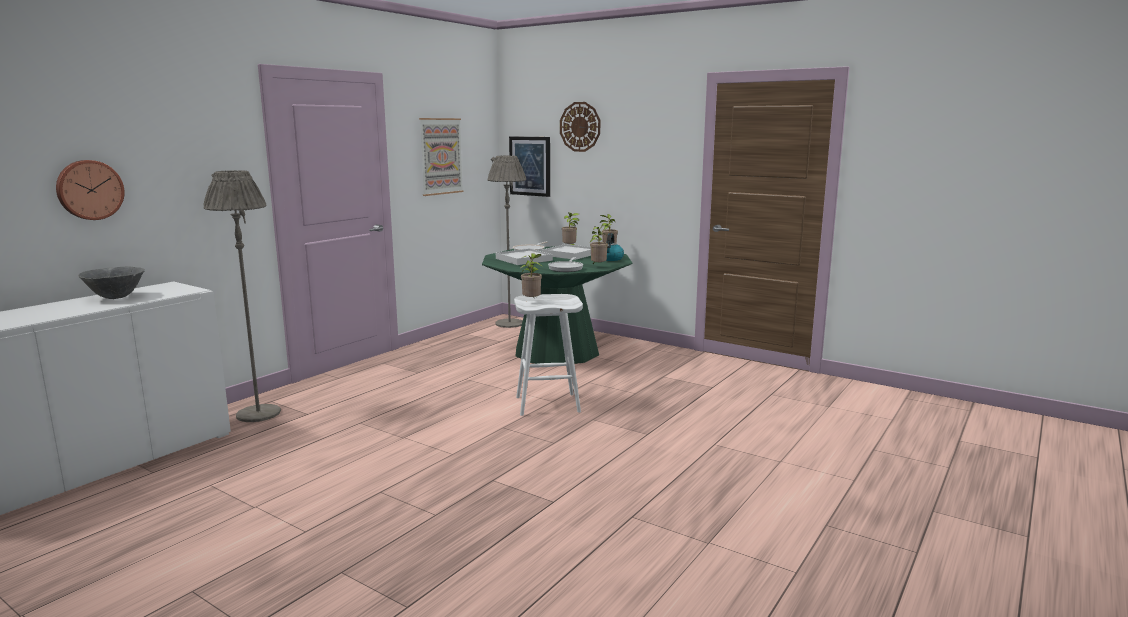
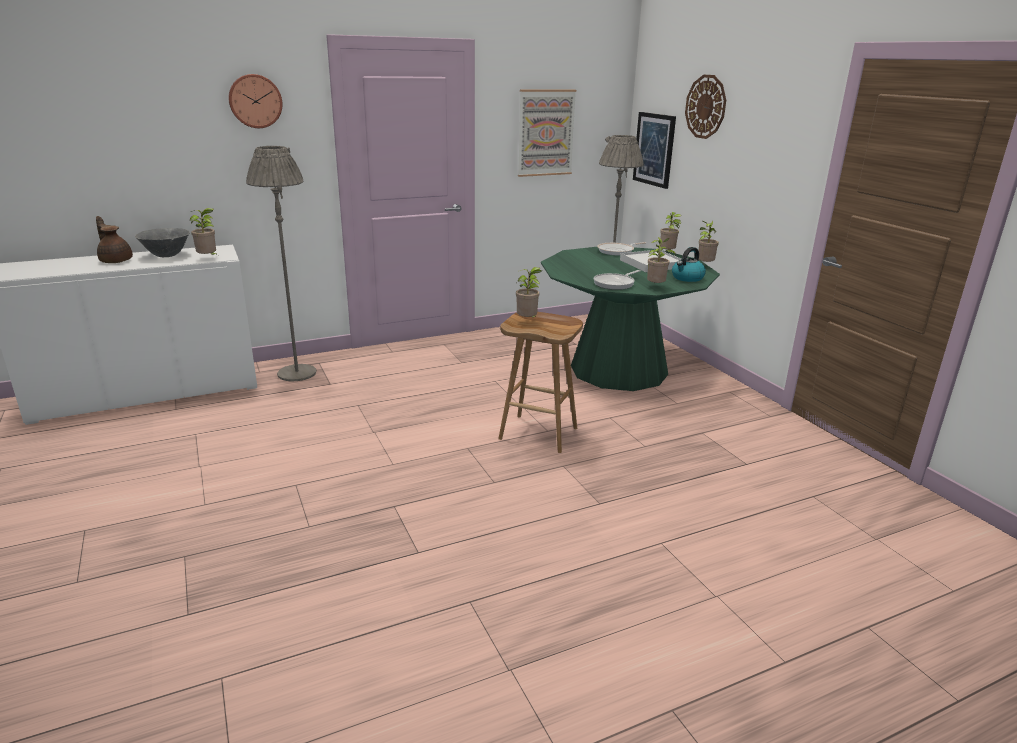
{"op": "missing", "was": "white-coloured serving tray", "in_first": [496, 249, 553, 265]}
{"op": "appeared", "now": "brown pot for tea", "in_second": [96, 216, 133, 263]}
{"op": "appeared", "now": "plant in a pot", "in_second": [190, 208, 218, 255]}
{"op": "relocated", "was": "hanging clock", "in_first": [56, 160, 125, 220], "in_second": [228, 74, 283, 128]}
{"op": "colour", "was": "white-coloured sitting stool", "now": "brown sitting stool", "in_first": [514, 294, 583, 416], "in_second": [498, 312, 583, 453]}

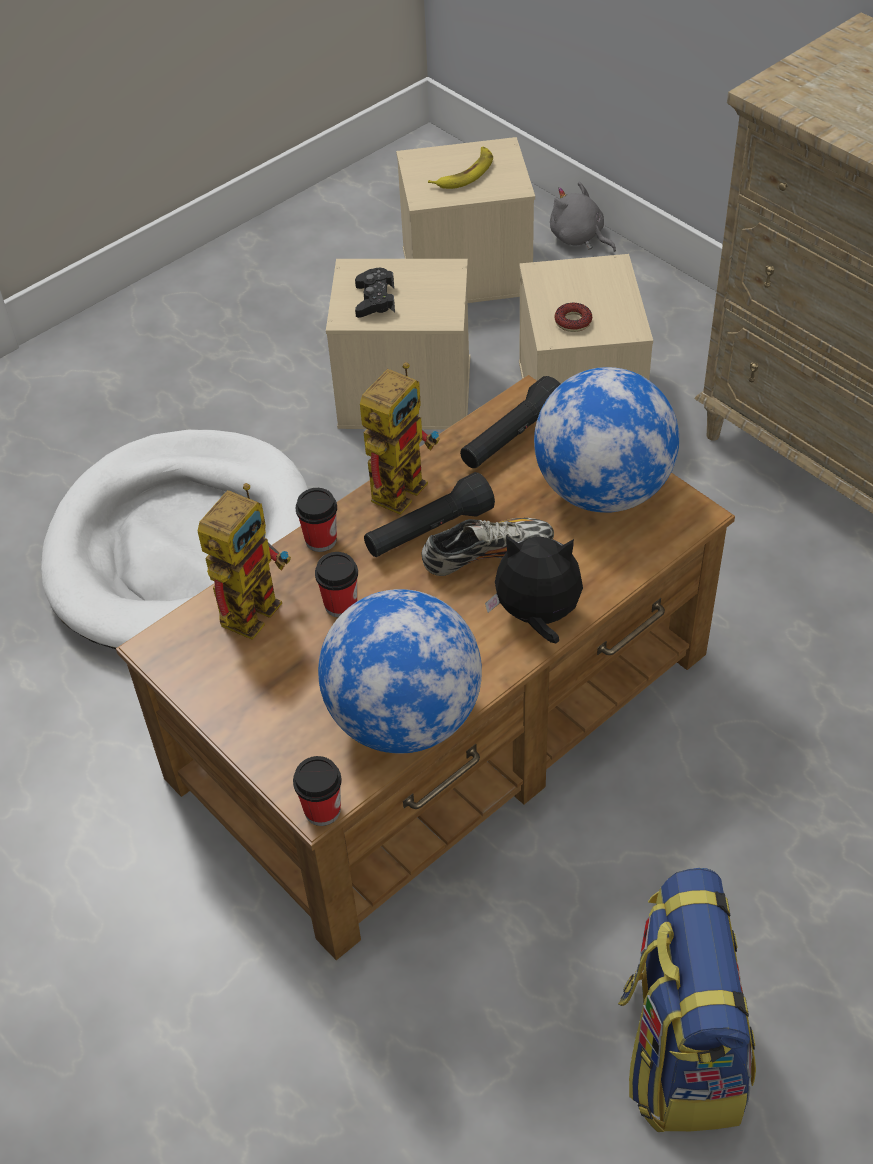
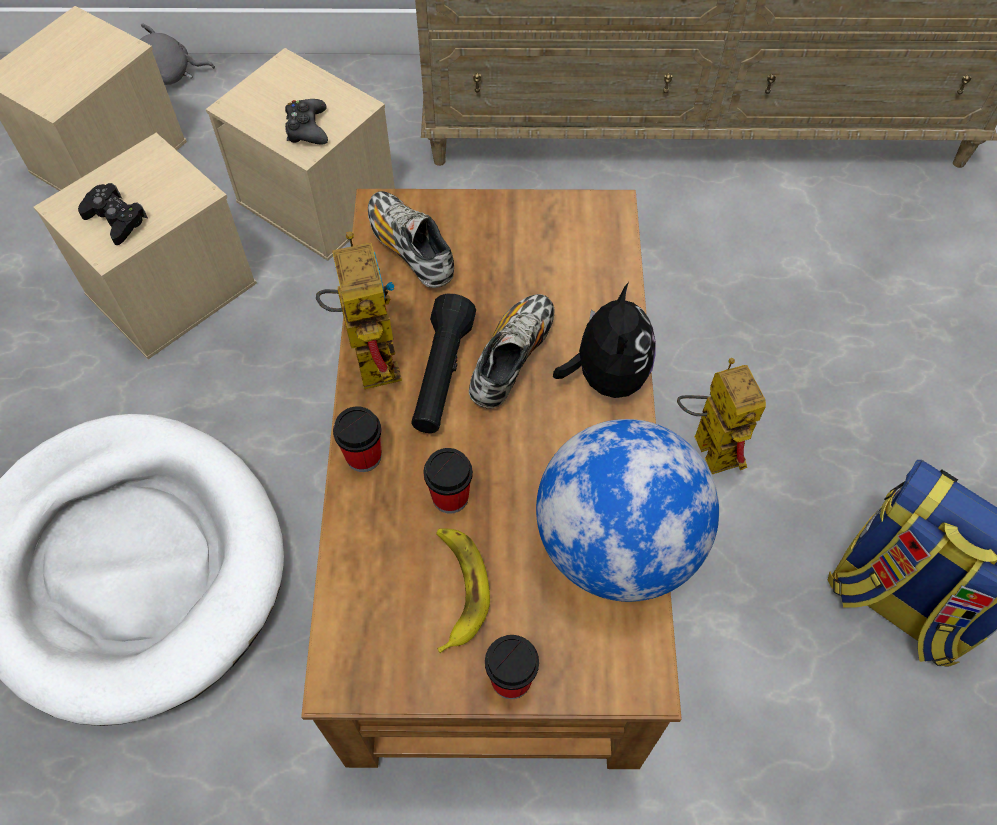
{"op": "missing", "was": "globe", "in_first": [534, 367, 679, 513]}
{"op": "relocated", "was": "robot figure", "in_first": [198, 483, 291, 640], "in_second": [677, 358, 766, 474]}
{"op": "relocated", "was": "drinking cup", "in_first": [293, 756, 342, 826], "in_second": [485, 635, 539, 699]}
{"op": "relocated", "was": "whole banana", "in_first": [428, 146, 493, 189], "in_second": [436, 528, 490, 653]}
{"op": "exchanged", "was": "black flashlight", "now": "low shoe", "in_first": [460, 376, 561, 468], "in_second": [368, 191, 454, 288]}
{"op": "exchanged", "was": "ring doughnut", "now": "black game controller", "in_first": [555, 303, 592, 332], "in_second": [285, 99, 328, 145]}
{"op": "spun", "was": "soft toy", "in_first": [485, 535, 583, 643], "in_second": [553, 282, 656, 398], "clockwise": 135}

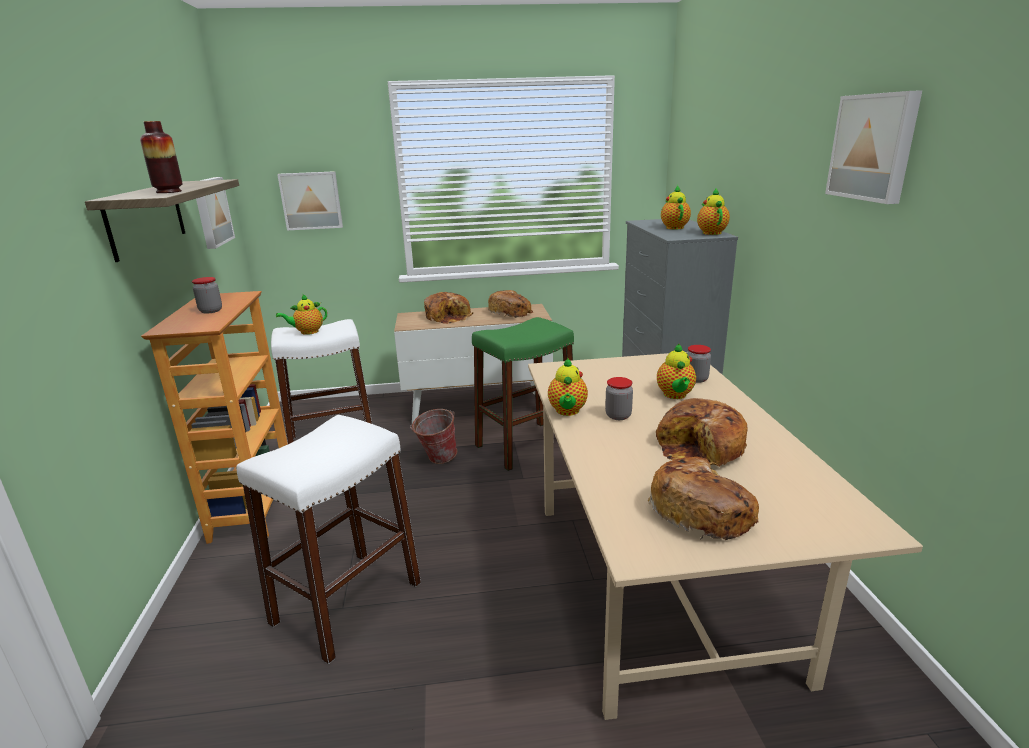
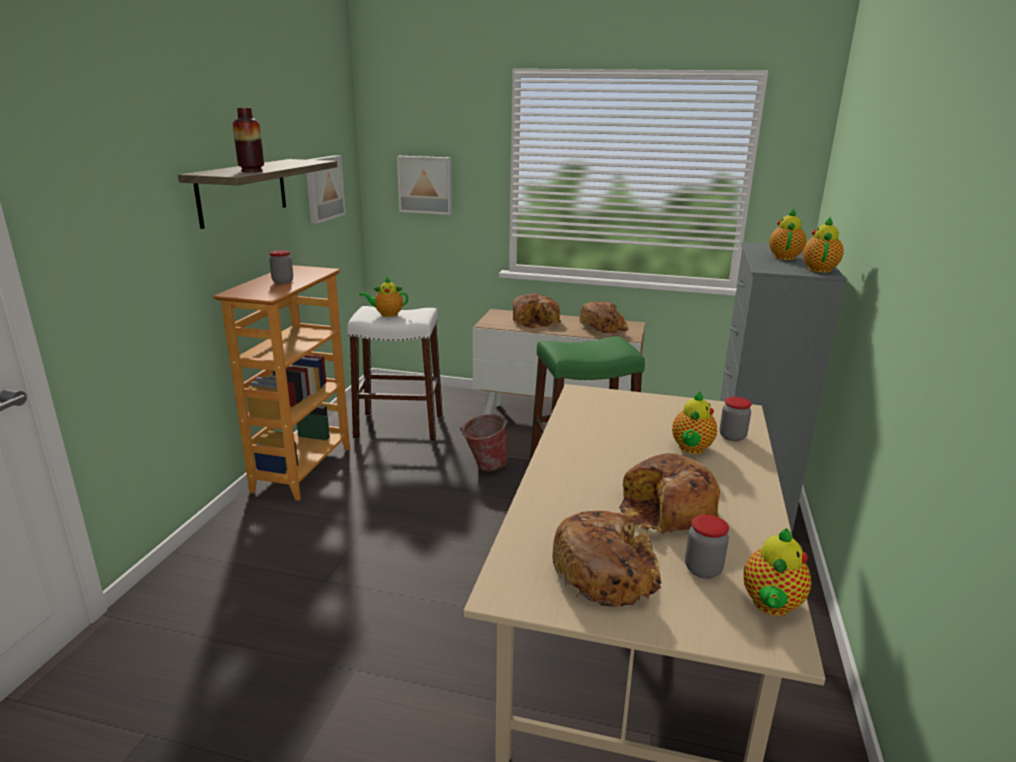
{"op": "missing", "was": "white-coloured sitting stool", "in_first": [237, 415, 421, 664]}
{"op": "missing", "was": "picture", "in_first": [825, 90, 922, 204]}
{"op": "relocated", "was": "pot for tea", "in_first": [548, 358, 588, 416], "in_second": [744, 528, 811, 616]}
{"op": "relocated", "was": "storage jar", "in_first": [605, 377, 633, 420], "in_second": [685, 515, 729, 579]}

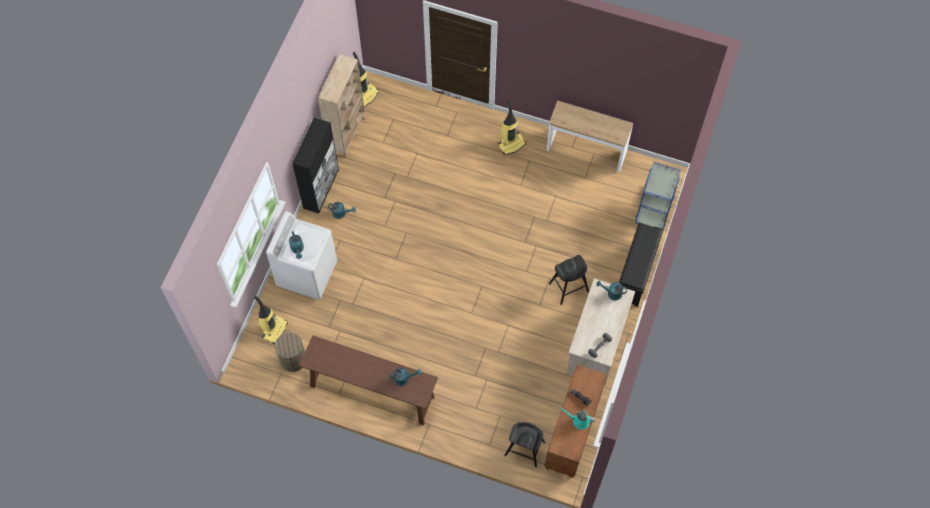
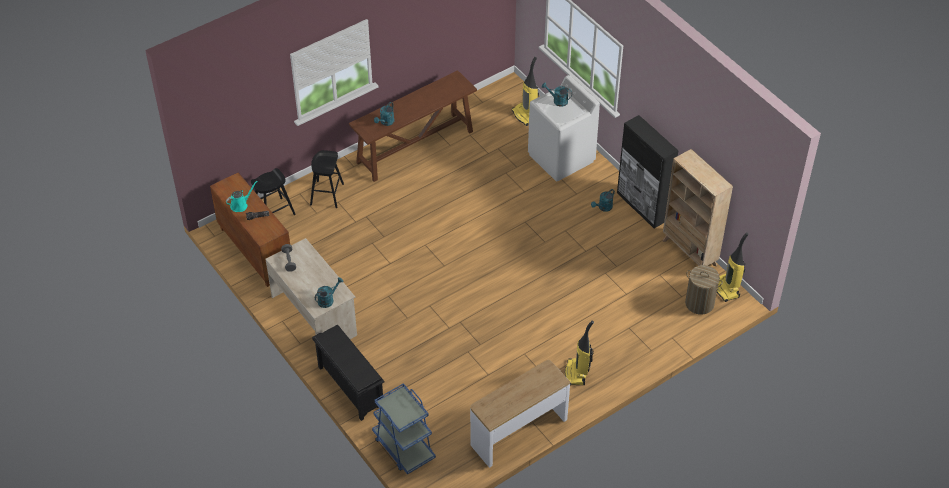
{"op": "relocated", "was": "laundry basket", "in_first": [275, 330, 305, 372], "in_second": [685, 265, 723, 315]}
{"op": "relocated", "was": "black sitting stool", "in_first": [549, 255, 589, 305], "in_second": [310, 150, 344, 208]}

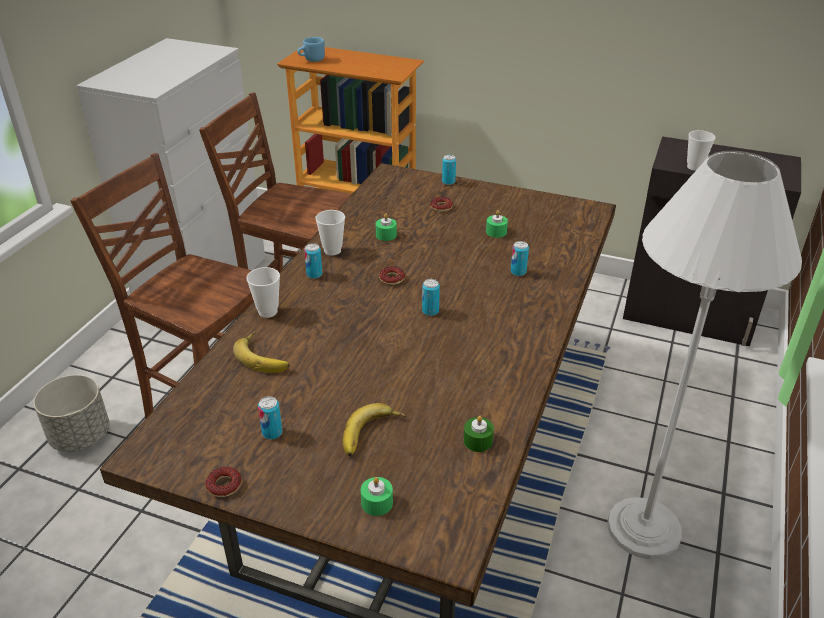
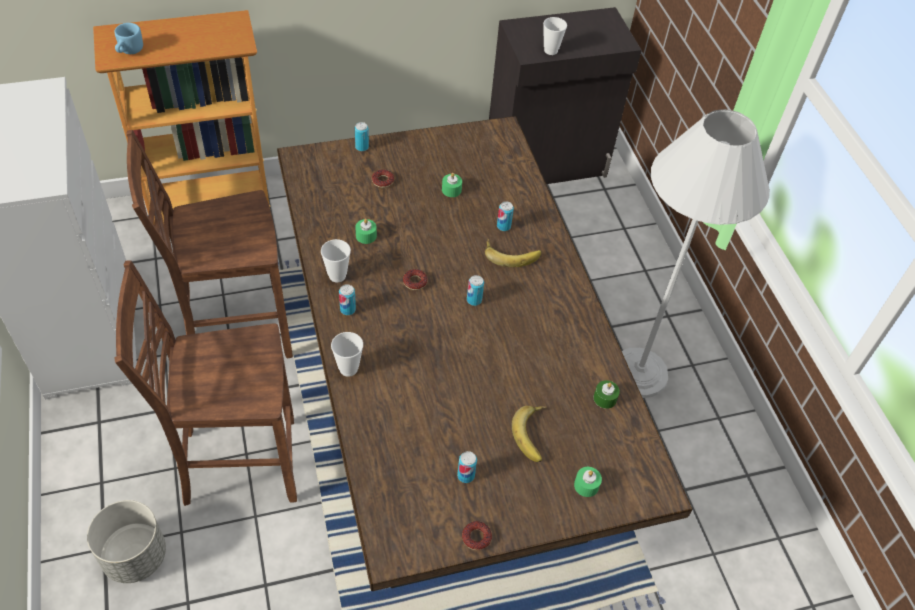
{"op": "relocated", "was": "whole banana", "in_first": [233, 331, 290, 373], "in_second": [485, 239, 541, 267]}

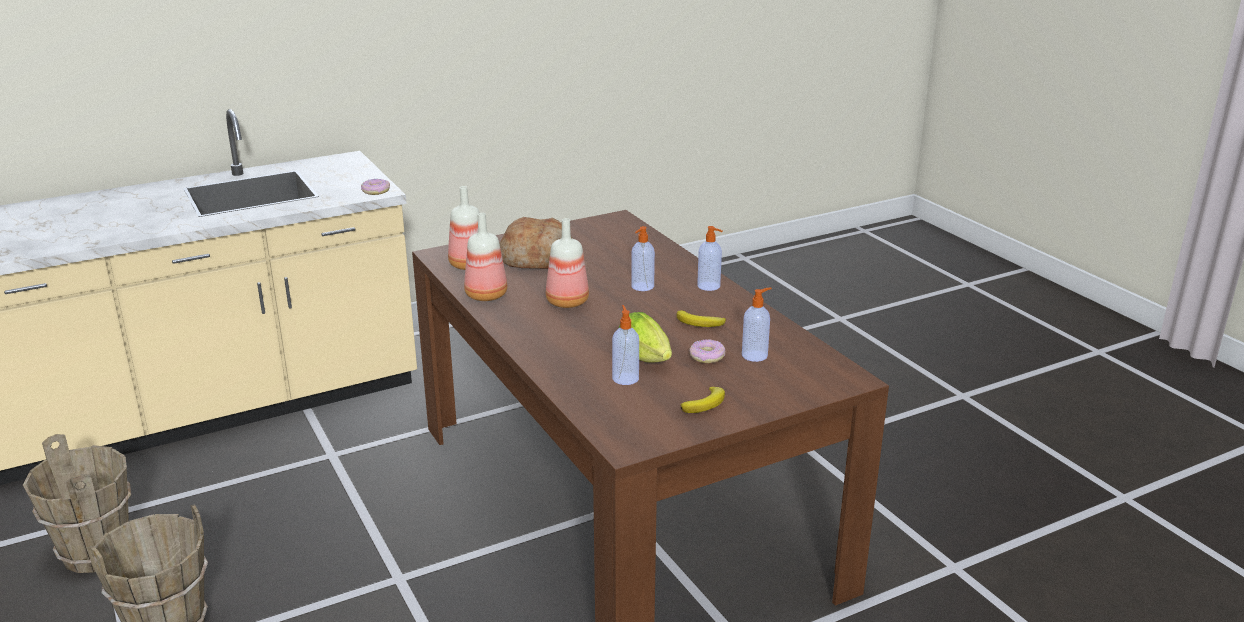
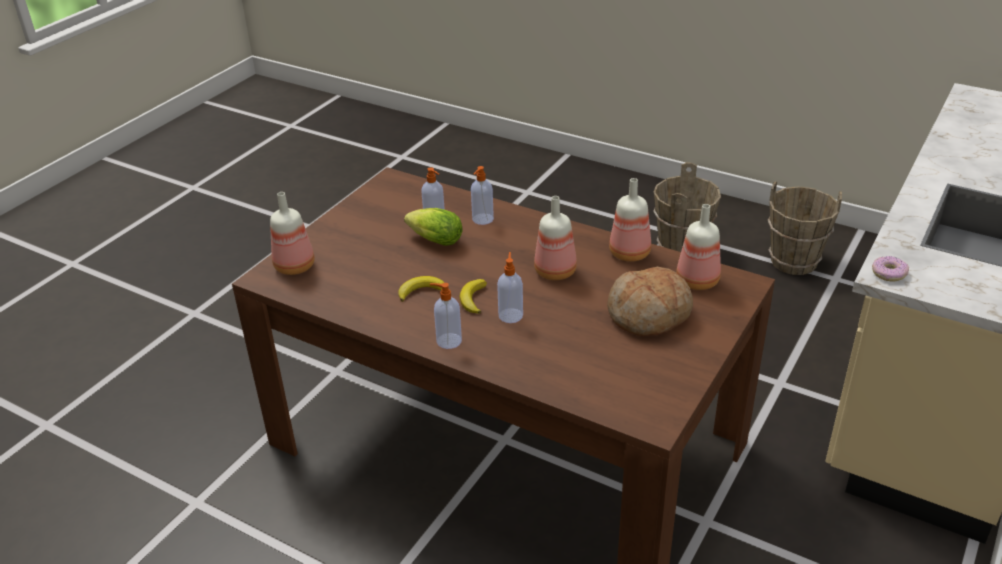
{"op": "missing", "was": "ring doughnut", "in_first": [689, 339, 725, 363]}
{"op": "appeared", "now": "bottle", "in_second": [270, 192, 315, 275]}
{"op": "relocated", "was": "whole banana", "in_first": [681, 387, 725, 413], "in_second": [460, 279, 487, 314]}
{"op": "relocated", "was": "soap dispenser", "in_first": [742, 287, 772, 362], "in_second": [471, 166, 494, 225]}

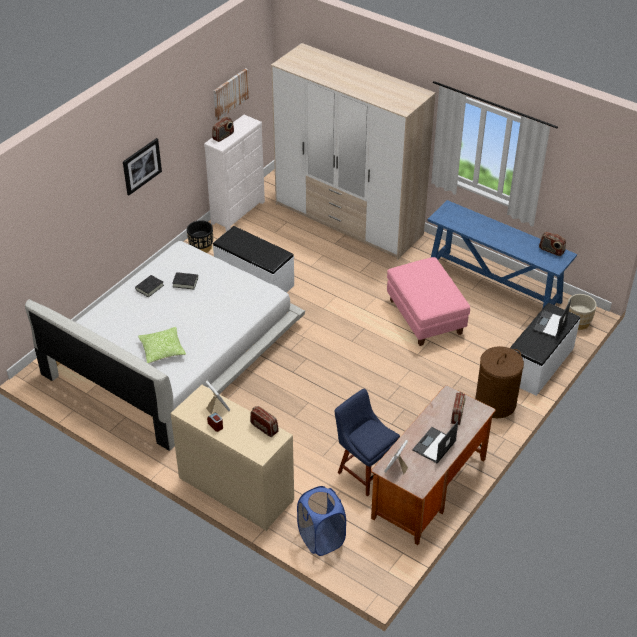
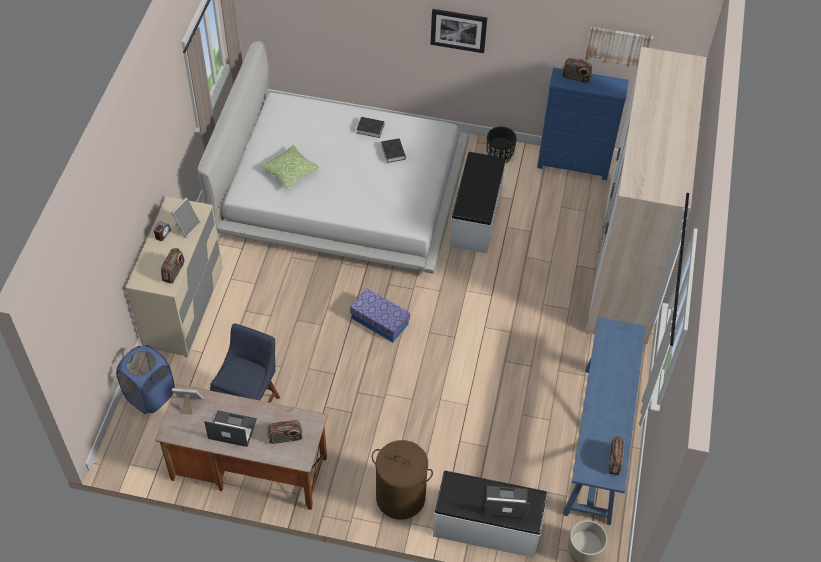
{"op": "missing", "was": "pinkish ottoman", "in_first": [387, 257, 470, 346]}
{"op": "appeared", "now": "storage container", "in_second": [350, 288, 410, 342]}
{"op": "colour", "was": "white-coloured drawer chest", "now": "blue drawer chest", "in_first": [204, 115, 265, 231], "in_second": [537, 67, 629, 180]}

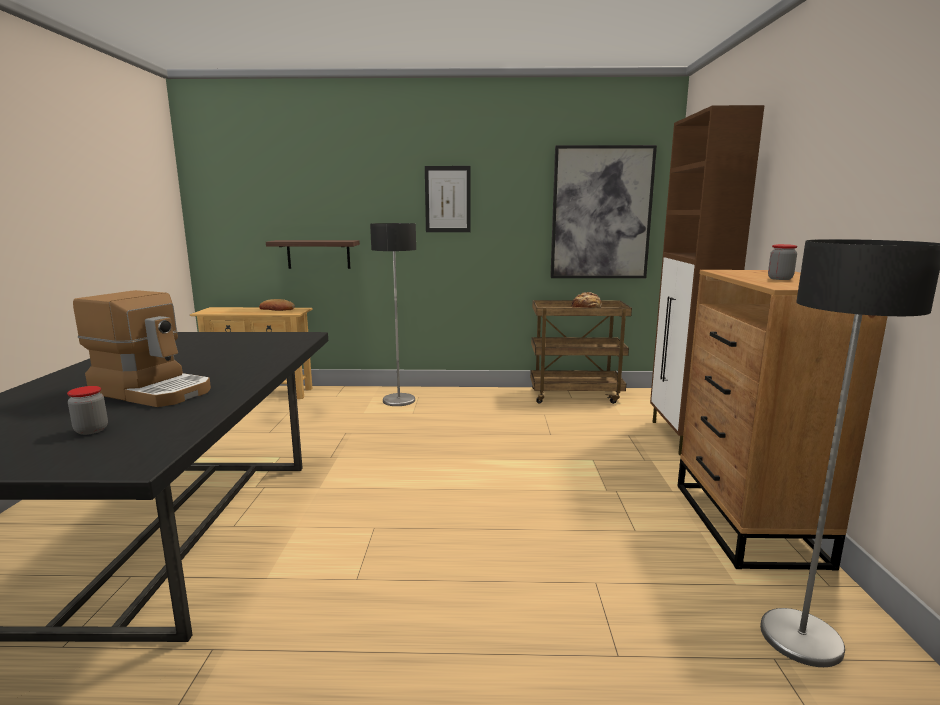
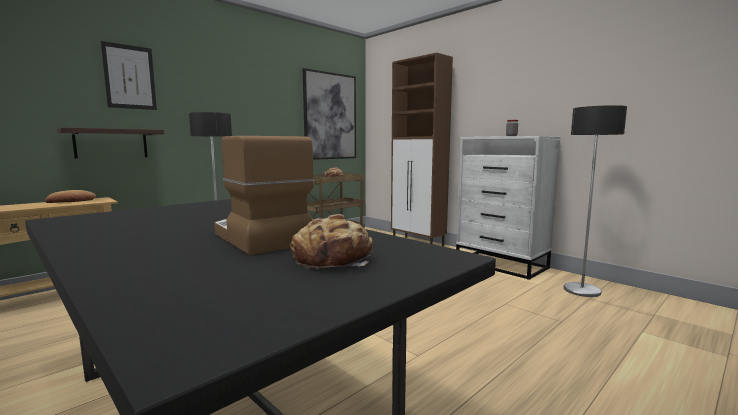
{"op": "relocated", "was": "picture", "in_first": [425, 166, 470, 232], "in_second": [101, 41, 157, 110]}
{"op": "exchanged", "was": "storage jar", "now": "bread", "in_first": [67, 386, 108, 435], "in_second": [290, 214, 373, 269]}
{"op": "colour", "was": "brown drawer chest", "now": "white-coloured drawer chest", "in_first": [677, 270, 888, 570], "in_second": [456, 136, 560, 280]}
{"op": "spun", "was": "coffee brewer", "in_first": [73, 290, 211, 407], "in_second": [214, 136, 314, 255], "clockwise": -105}

